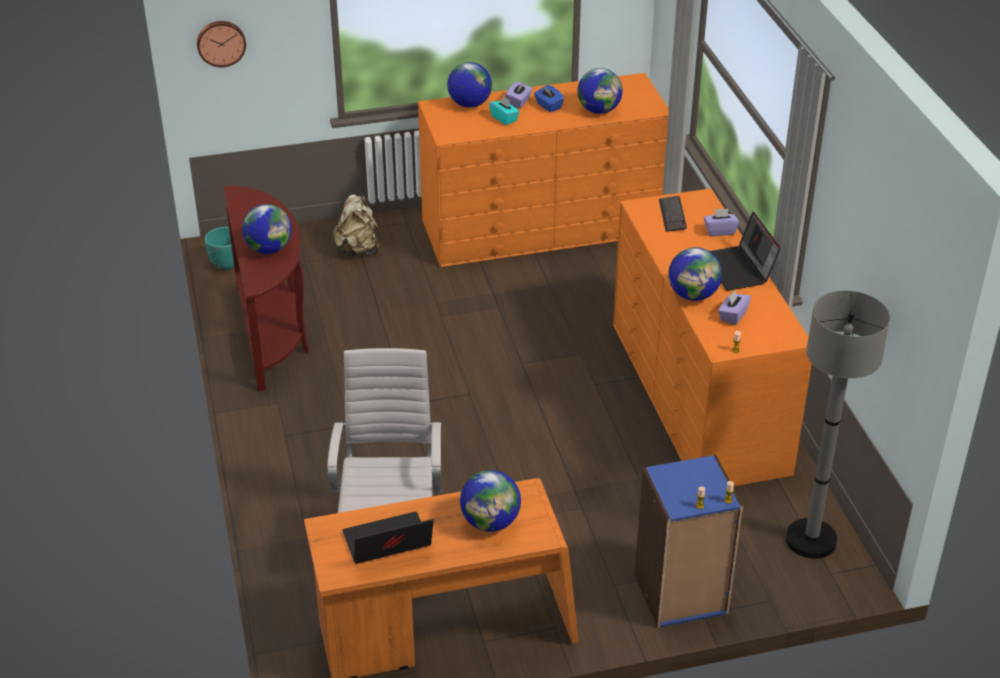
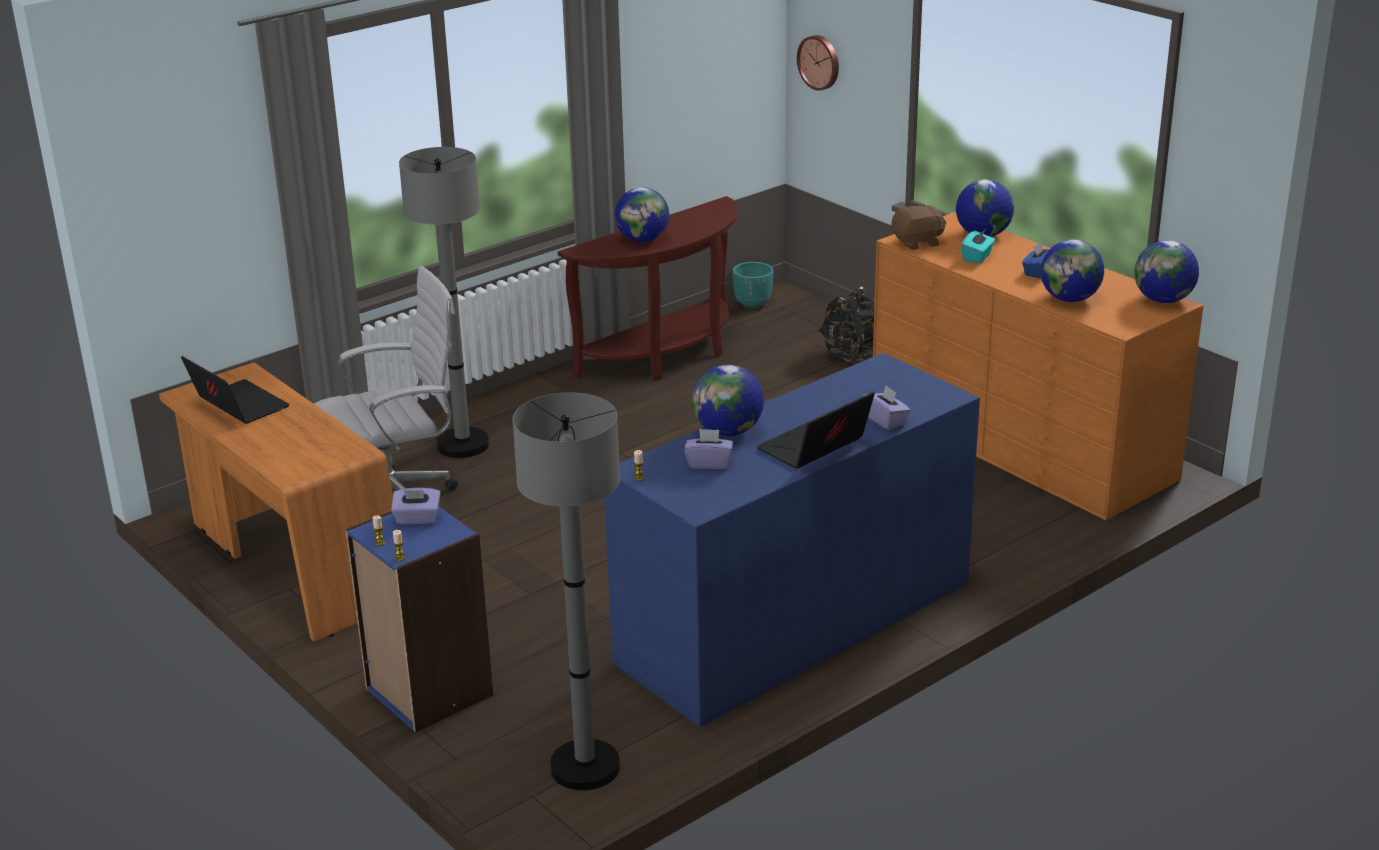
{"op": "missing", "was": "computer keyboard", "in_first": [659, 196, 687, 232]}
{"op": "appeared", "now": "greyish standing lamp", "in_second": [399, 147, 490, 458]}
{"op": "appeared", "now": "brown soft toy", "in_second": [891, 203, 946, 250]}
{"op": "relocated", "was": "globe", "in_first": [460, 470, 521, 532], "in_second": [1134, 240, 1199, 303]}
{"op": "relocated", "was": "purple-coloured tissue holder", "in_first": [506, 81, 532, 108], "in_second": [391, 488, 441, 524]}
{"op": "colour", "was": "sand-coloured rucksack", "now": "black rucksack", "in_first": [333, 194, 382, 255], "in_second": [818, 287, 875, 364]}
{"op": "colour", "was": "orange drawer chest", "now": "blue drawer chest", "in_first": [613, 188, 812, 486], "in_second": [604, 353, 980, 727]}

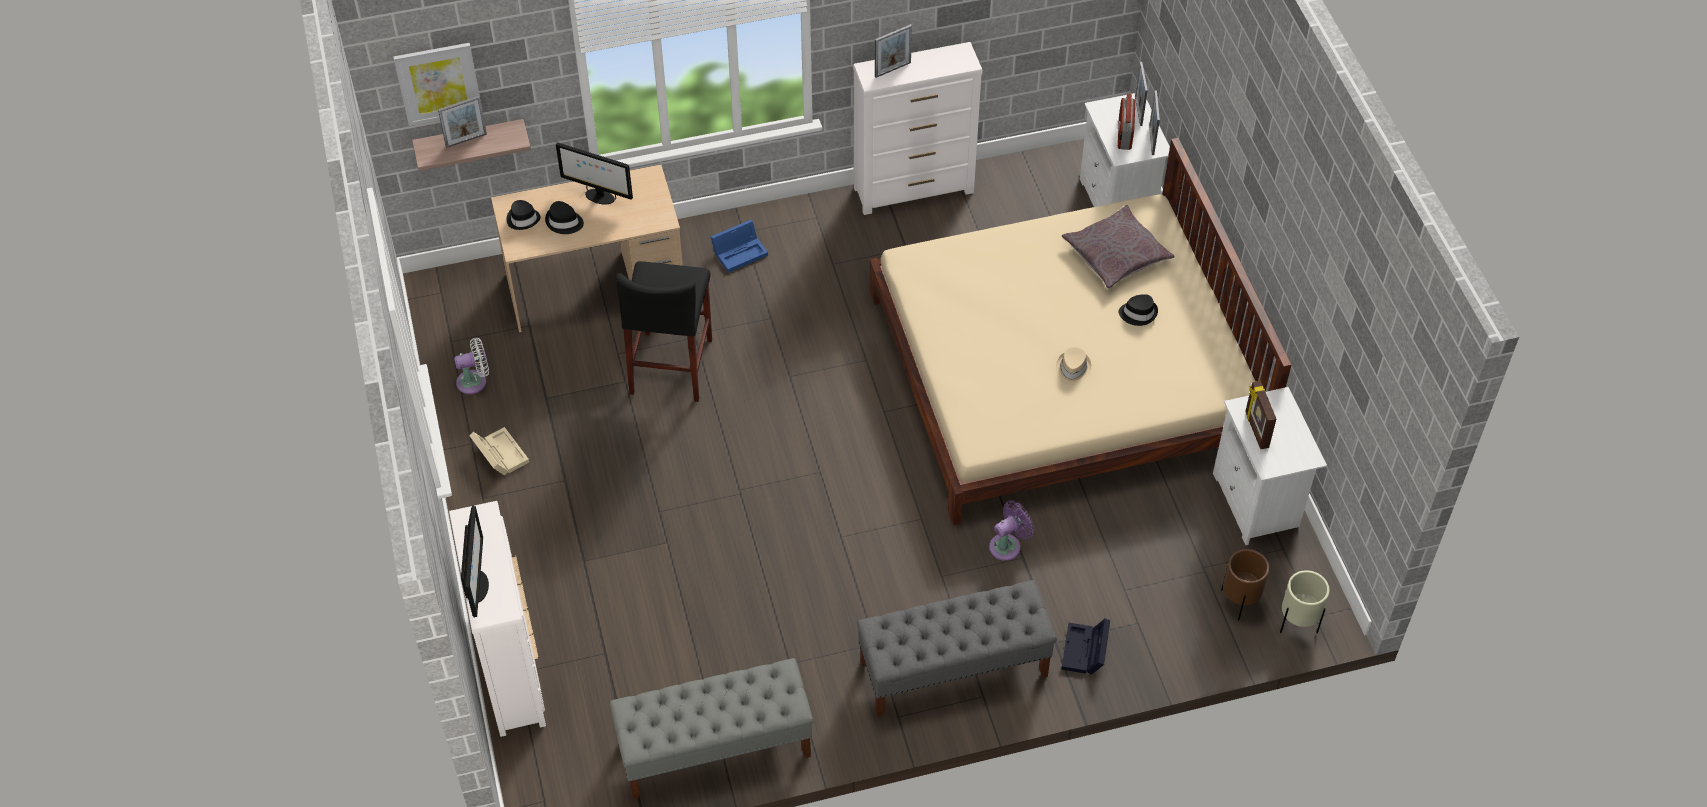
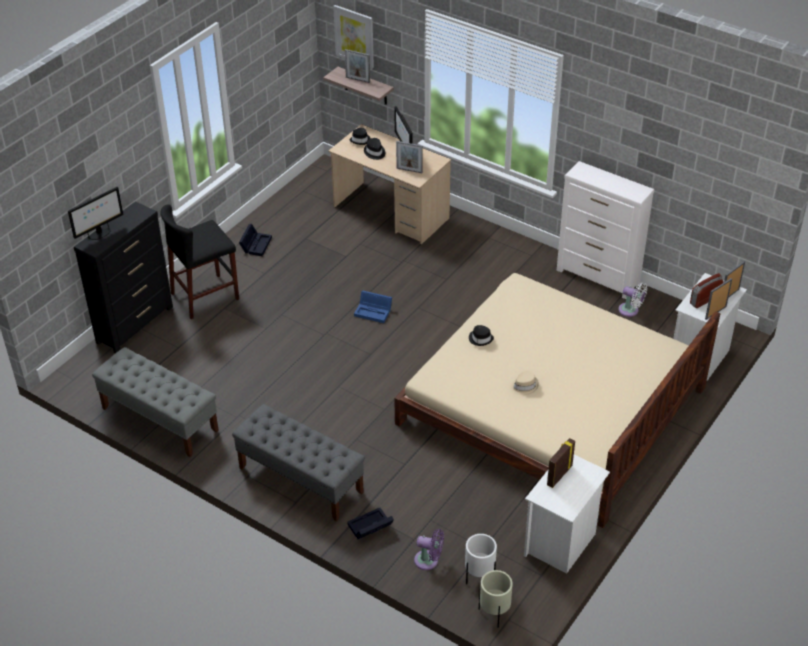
{"op": "missing", "was": "greyish pillow", "in_first": [1062, 205, 1175, 289]}
{"op": "relocated", "was": "white-coloured cooling fan", "in_first": [454, 338, 489, 394], "in_second": [619, 283, 647, 317]}
{"op": "relocated", "was": "black sitting stool", "in_first": [616, 261, 712, 402], "in_second": [160, 204, 239, 319]}
{"op": "relocated", "was": "blue storage container", "in_first": [711, 220, 768, 273], "in_second": [354, 290, 392, 323]}
{"op": "relocated", "was": "photo frame", "in_first": [875, 24, 912, 78], "in_second": [396, 141, 423, 173]}
{"op": "relocated", "was": "purple-coloured cooling fan", "in_first": [989, 500, 1034, 561], "in_second": [414, 529, 444, 570]}
{"op": "relocated", "was": "black wearable hat", "in_first": [1119, 294, 1158, 326], "in_second": [469, 325, 494, 346]}
{"op": "colour", "was": "white-coloured drawer chest", "now": "black drawer chest", "in_first": [449, 501, 546, 737], "in_second": [74, 201, 173, 353]}
{"op": "colour", "was": "sand-coloured storage container", "now": "black storage container", "in_first": [469, 427, 529, 476], "in_second": [239, 224, 272, 256]}
{"op": "colour", "was": "brown planter", "now": "white-coloured planter", "in_first": [1221, 549, 1269, 620], "in_second": [465, 534, 497, 584]}

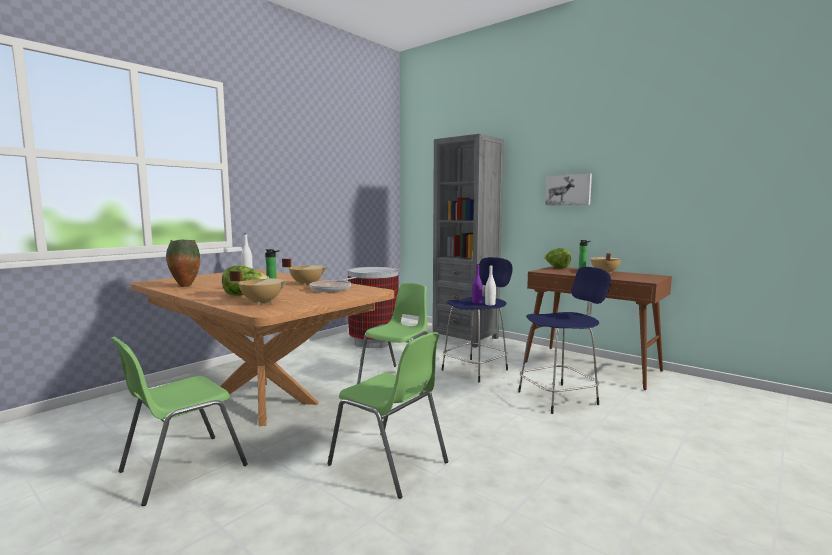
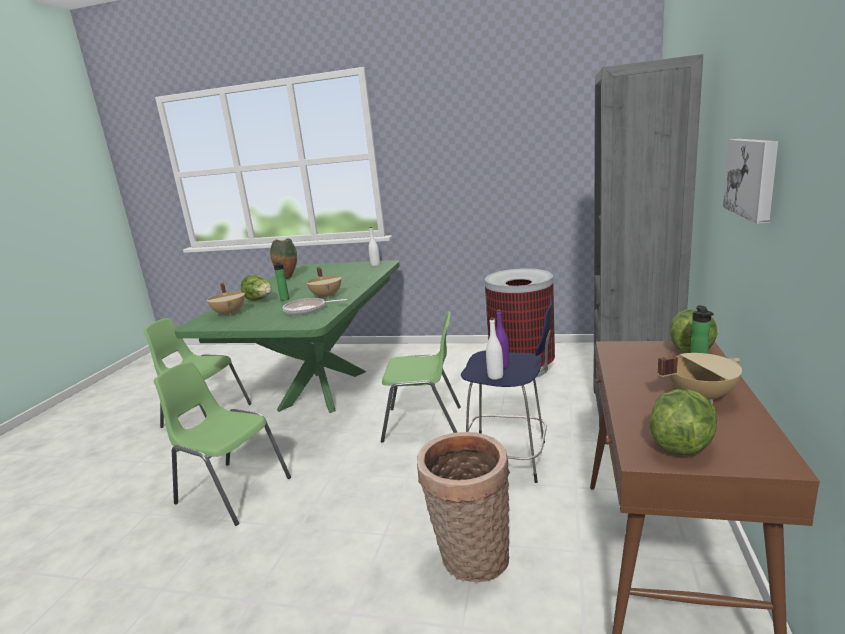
{"op": "appeared", "now": "head of lettuce", "in_second": [649, 389, 717, 456]}
{"op": "exchanged", "was": "blue sitting stool", "now": "household basket", "in_first": [518, 267, 611, 414], "in_second": [417, 432, 510, 582]}
{"op": "colour", "was": "brown dinner table", "now": "green-coloured dinner table", "in_first": [130, 269, 394, 426], "in_second": [174, 260, 400, 413]}
{"op": "spun", "was": "green-coloured upright chair", "in_first": [327, 332, 448, 499], "in_second": [154, 361, 291, 526], "clockwise": 105}

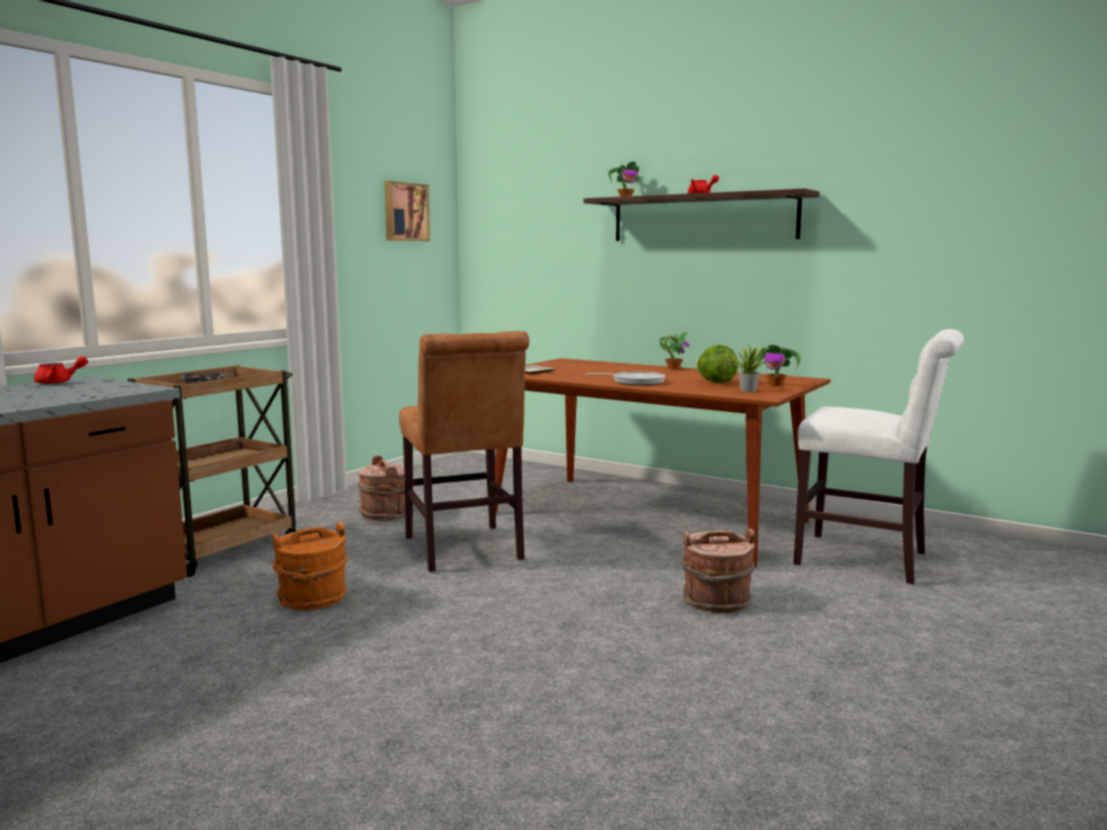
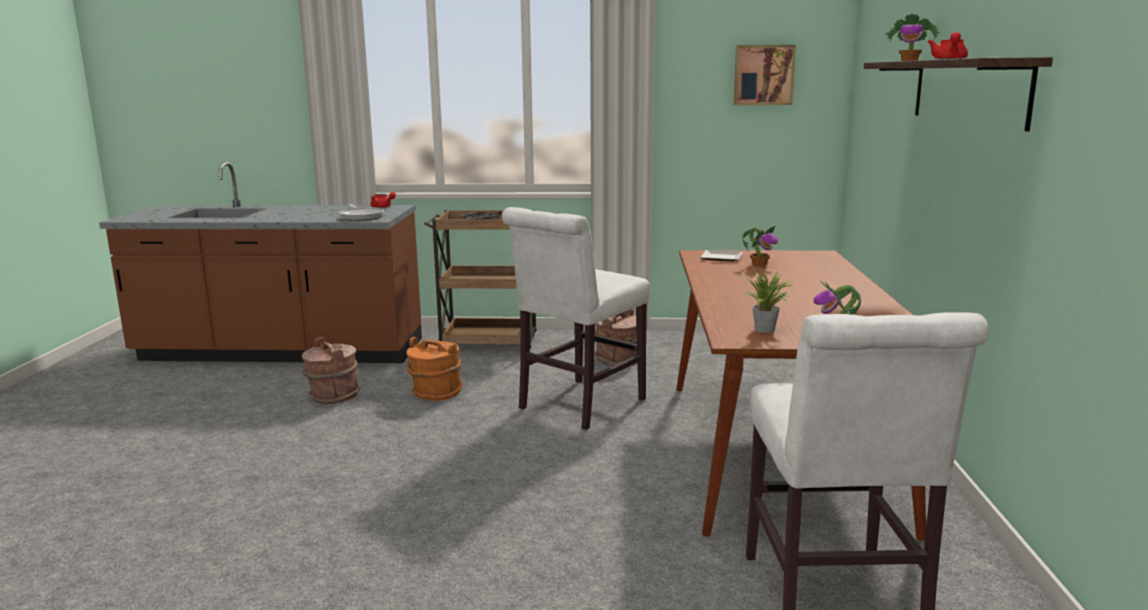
{"op": "missing", "was": "head of lettuce", "in_first": [696, 345, 739, 383]}
{"op": "relocated", "was": "frying pan", "in_first": [585, 372, 665, 386], "in_second": [339, 204, 384, 221]}
{"op": "relocated", "was": "plant in a pot", "in_first": [660, 331, 690, 369], "in_second": [742, 226, 778, 266]}
{"op": "relocated", "was": "brown bucket", "in_first": [680, 528, 755, 613], "in_second": [302, 337, 360, 404]}
{"op": "colour", "was": "brown upright chair", "now": "white-coloured upright chair", "in_first": [399, 331, 529, 572], "in_second": [502, 207, 650, 430]}

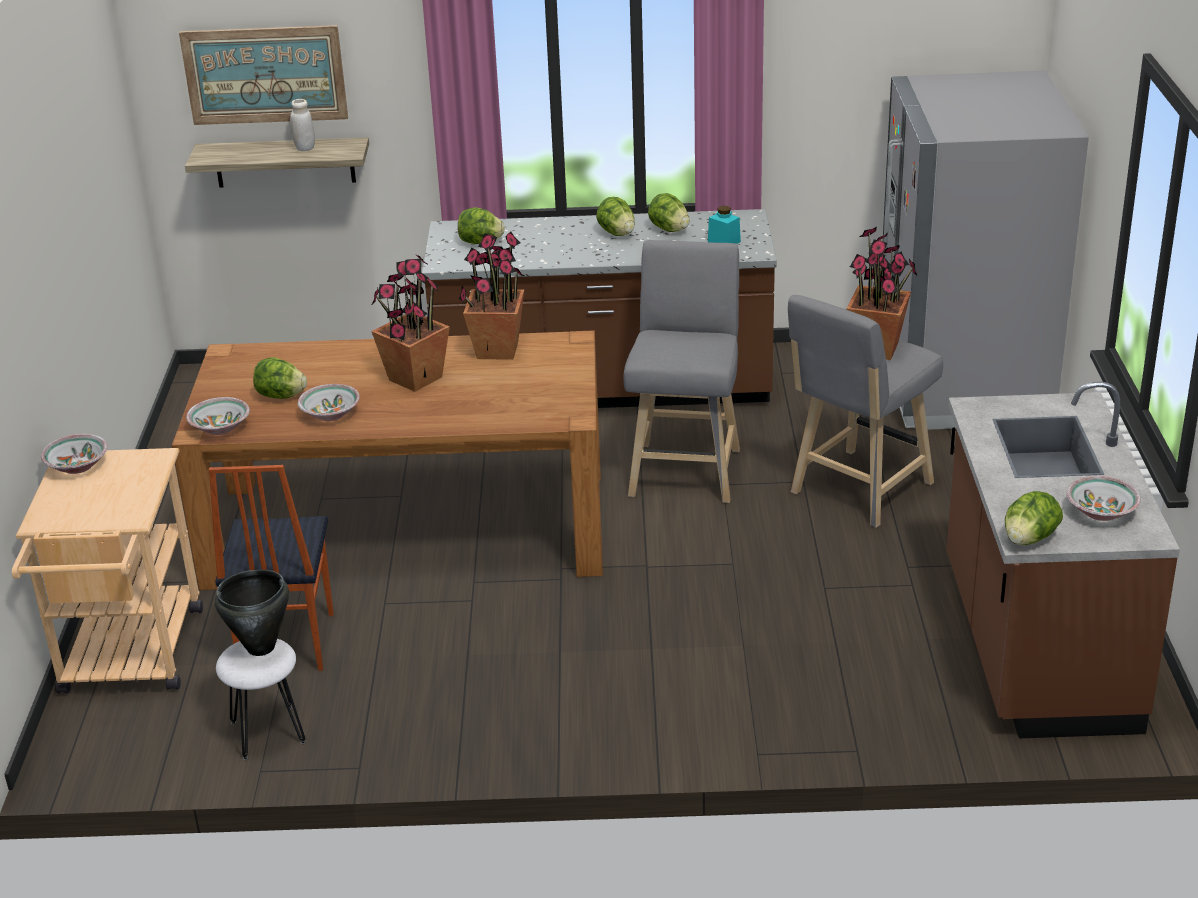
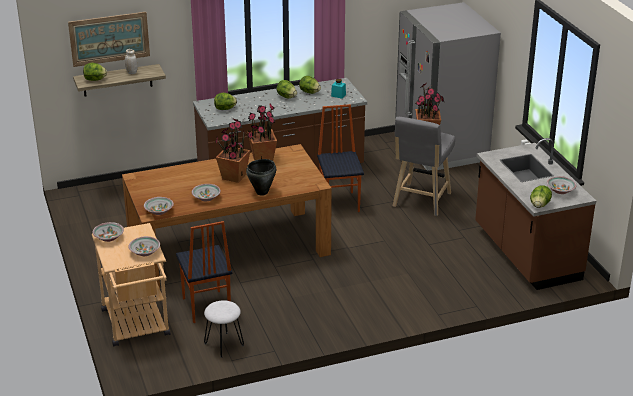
{"op": "appeared", "now": "bowl", "in_second": [128, 236, 160, 256]}
{"op": "relocated", "was": "black saucepot", "in_first": [215, 570, 289, 656], "in_second": [246, 159, 276, 196]}
{"op": "relocated", "was": "head of lettuce", "in_first": [253, 358, 307, 399], "in_second": [83, 63, 107, 81]}
{"op": "exchanged", "was": "greyish sitting stool", "now": "upright chair", "in_first": [624, 240, 740, 503], "in_second": [317, 104, 364, 212]}

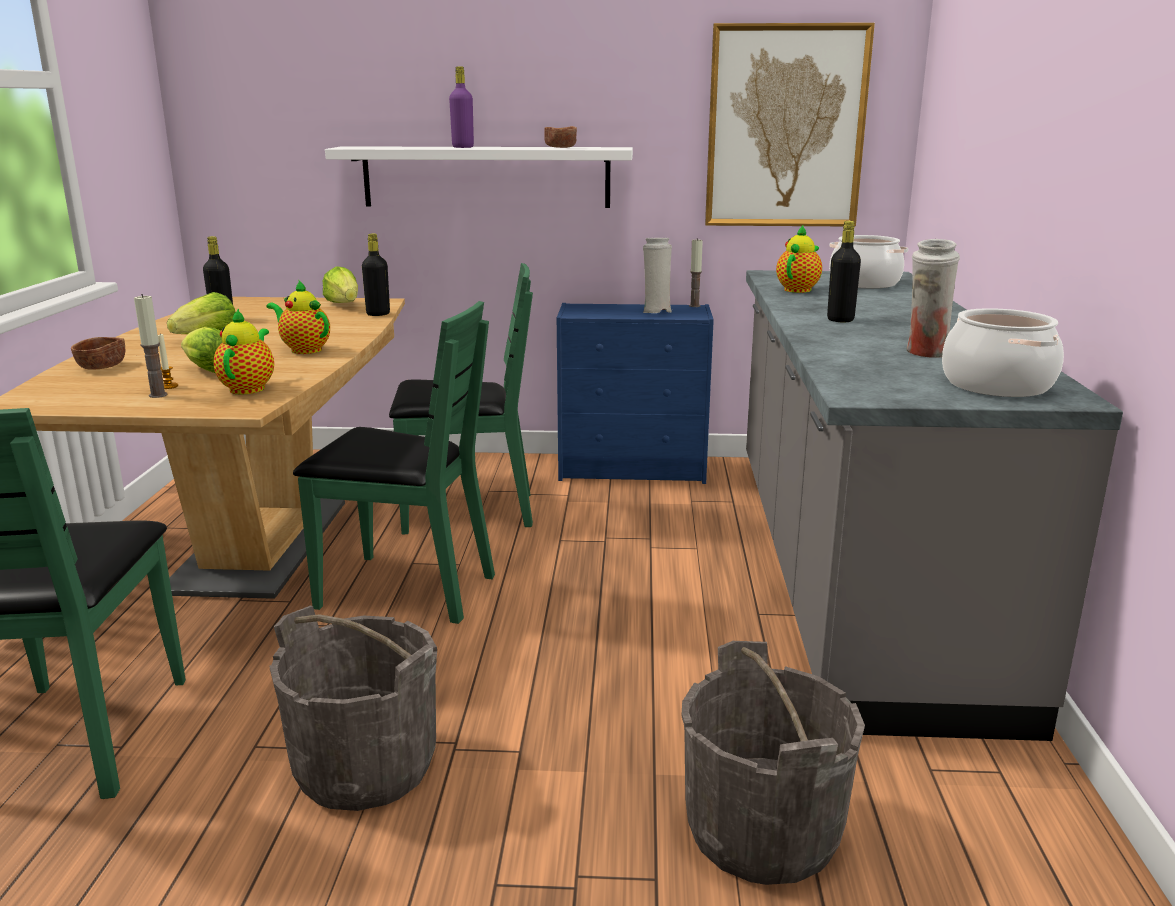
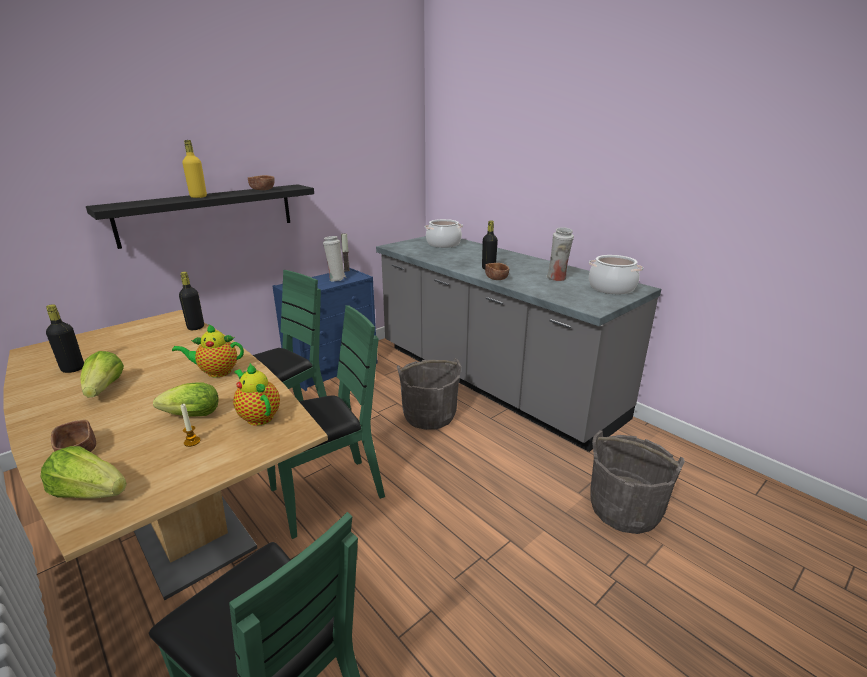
{"op": "missing", "was": "wax candle", "in_first": [134, 294, 167, 398]}
{"op": "missing", "was": "picture", "in_first": [705, 23, 875, 227]}
{"op": "missing", "was": "pot for tea", "in_first": [776, 225, 822, 293]}
{"op": "appeared", "now": "brown bowl", "in_second": [485, 263, 509, 280]}
{"op": "relocated", "was": "greyish bucket", "in_first": [269, 606, 437, 811], "in_second": [397, 358, 461, 430]}
{"op": "relocated", "was": "head of lettuce", "in_first": [323, 266, 358, 303], "in_second": [41, 446, 127, 499]}
{"op": "colour", "was": "white-coloured shelf", "now": "black shelf", "in_first": [325, 146, 633, 208], "in_second": [86, 184, 314, 249]}
{"op": "colour", "was": "purple-coloured bottle", "now": "yellow-coloured bottle", "in_first": [449, 66, 474, 148], "in_second": [182, 140, 207, 198]}

